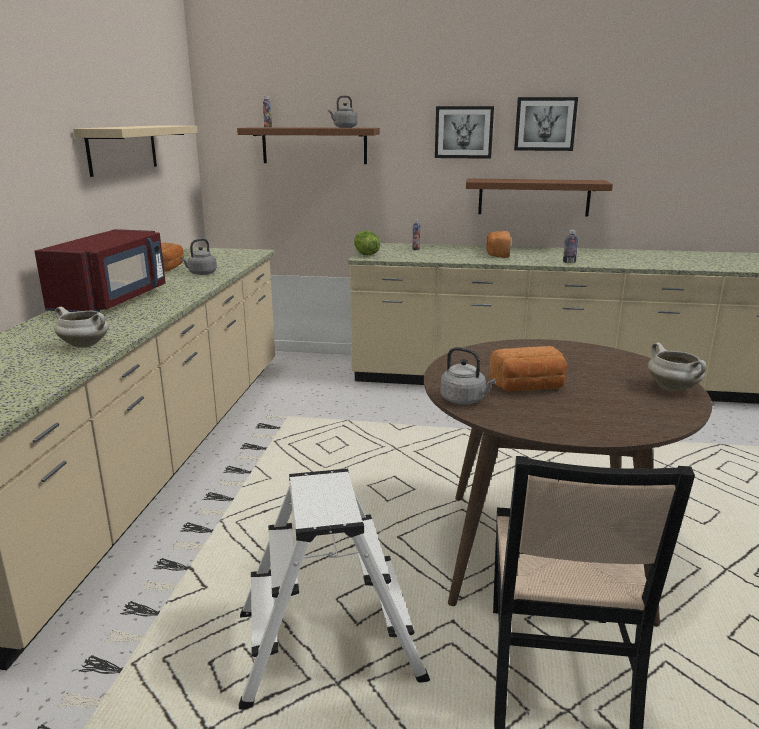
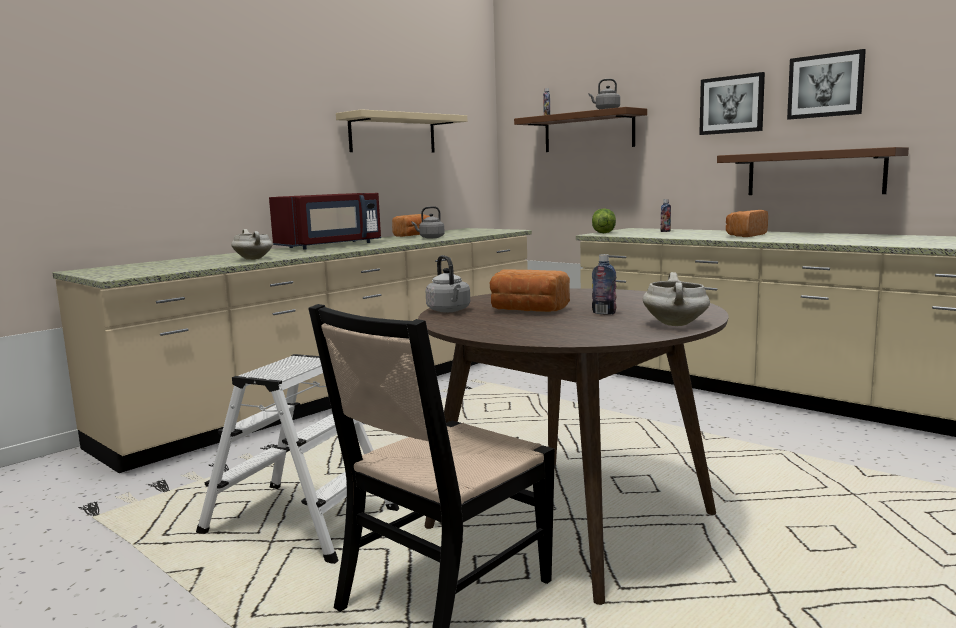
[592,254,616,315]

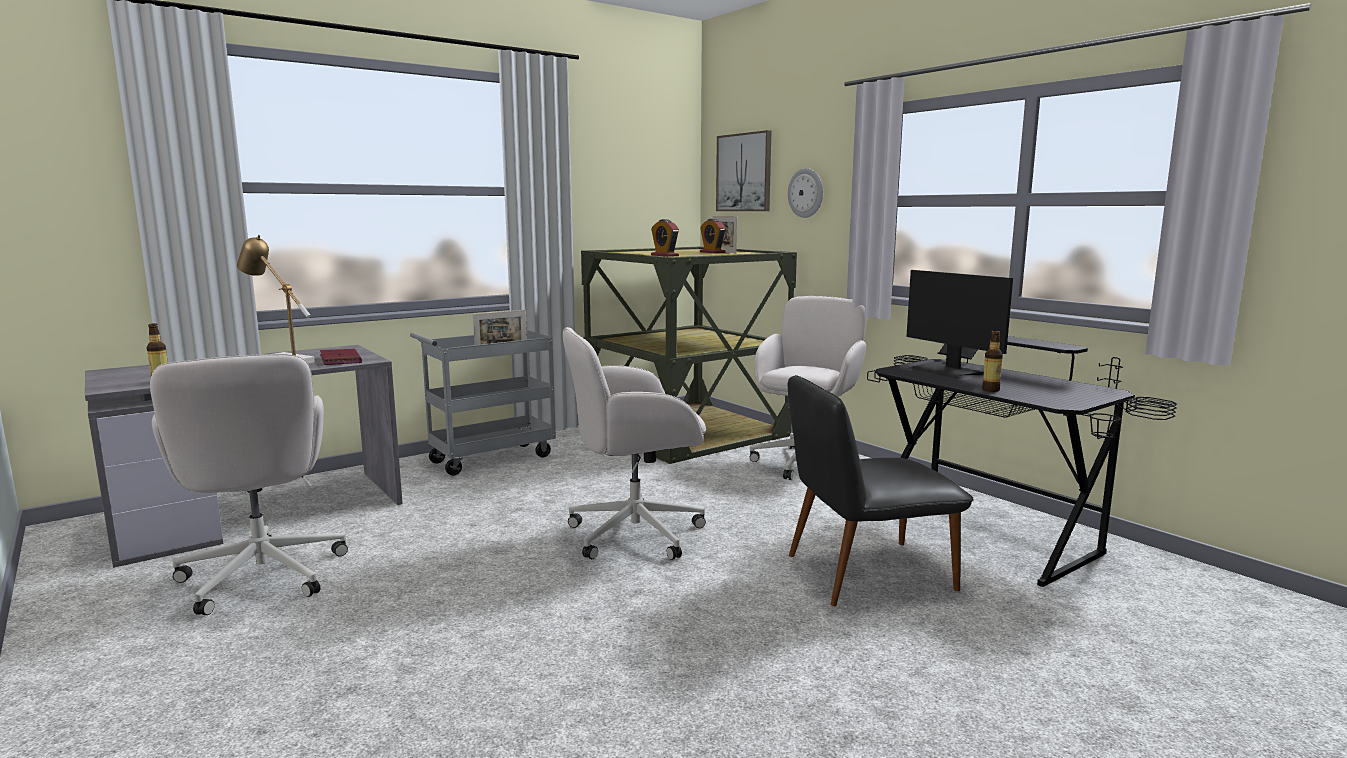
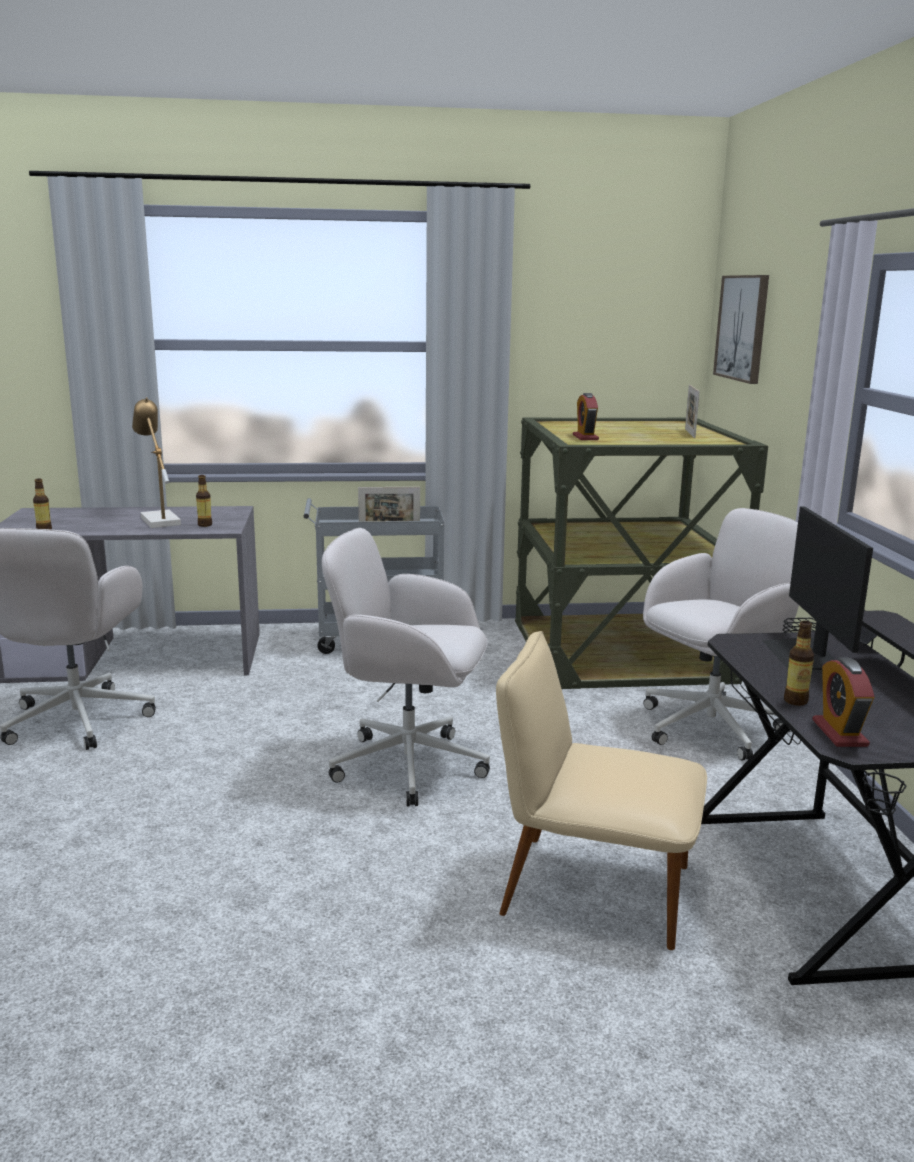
[788,168,823,218] (first image)
[812,658,874,747]
[196,475,212,527]
[496,631,707,950]

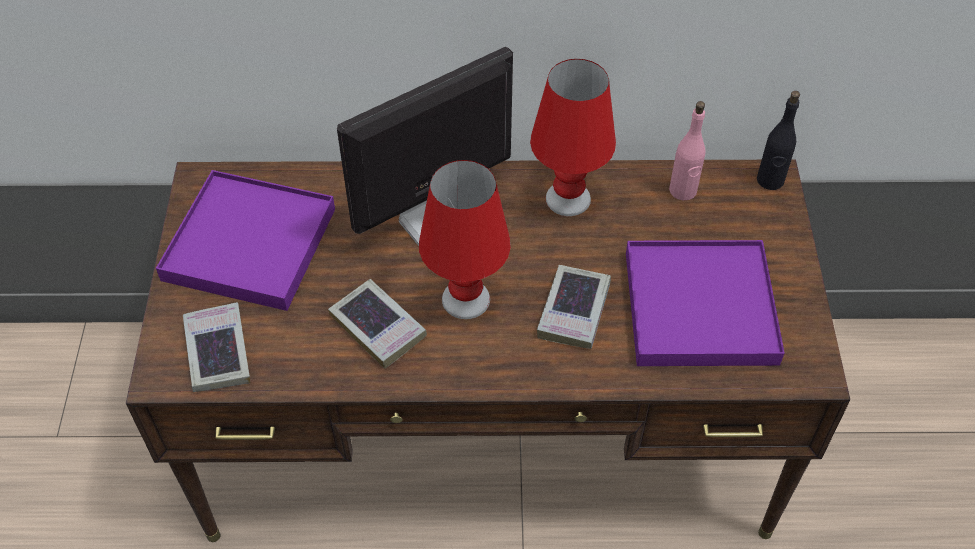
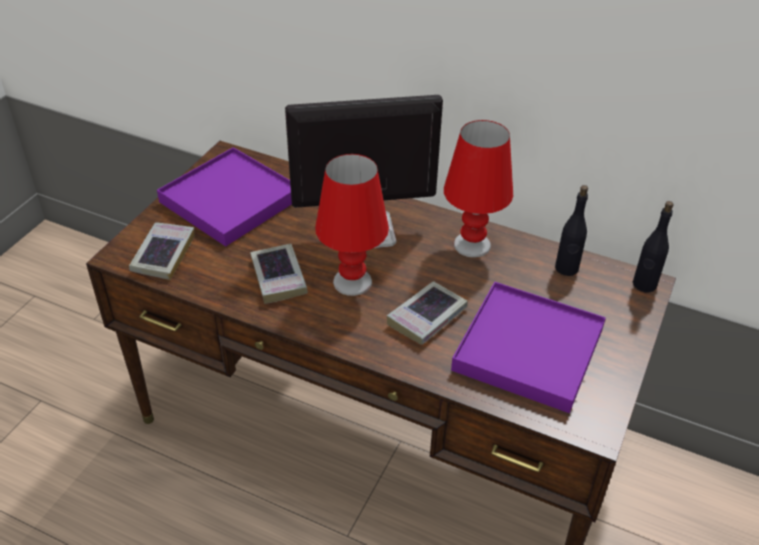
[555,185,588,276]

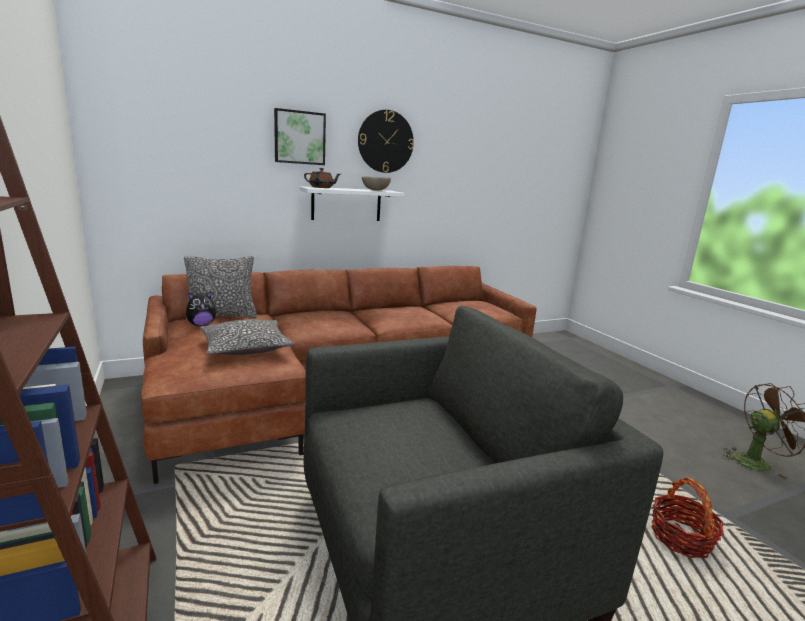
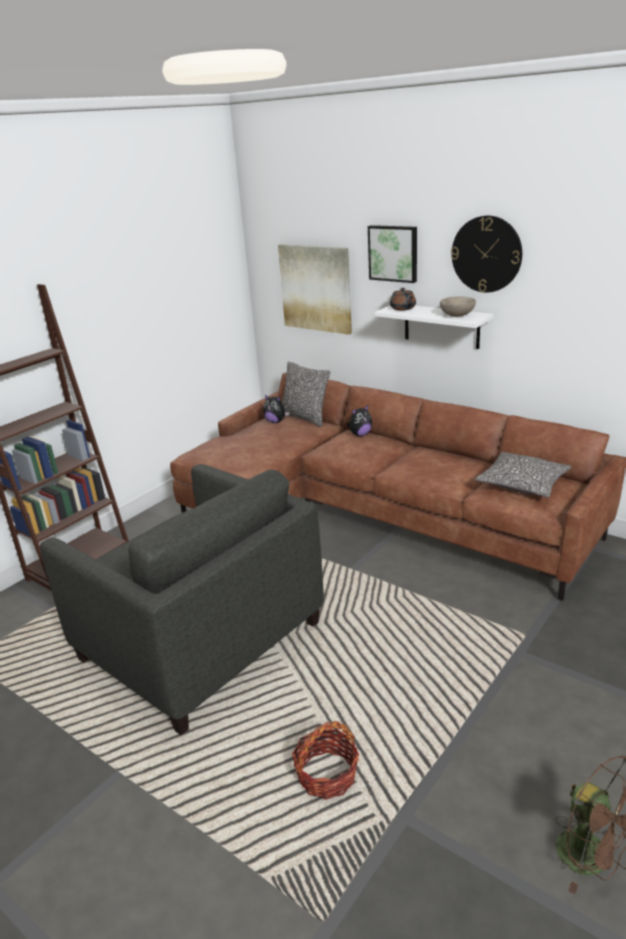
[475,452,572,498]
[278,244,352,335]
[347,405,372,436]

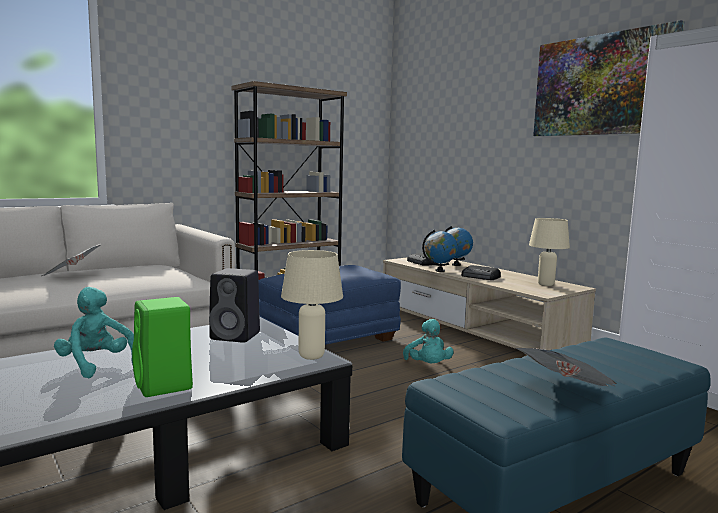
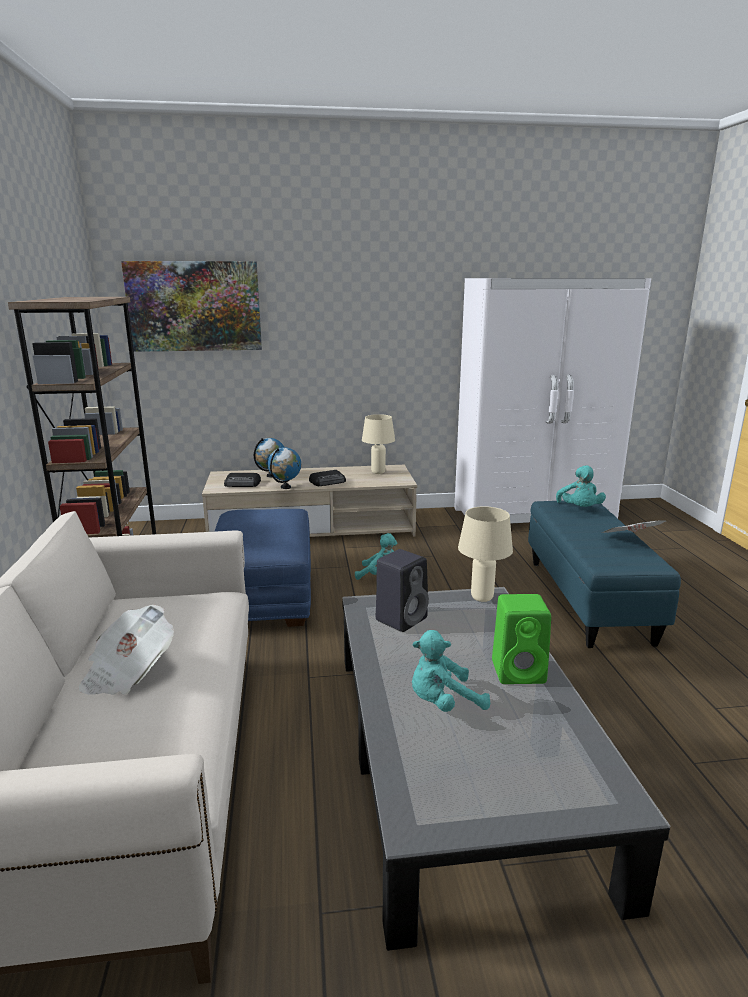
[121,261,262,352]
[556,466,606,507]

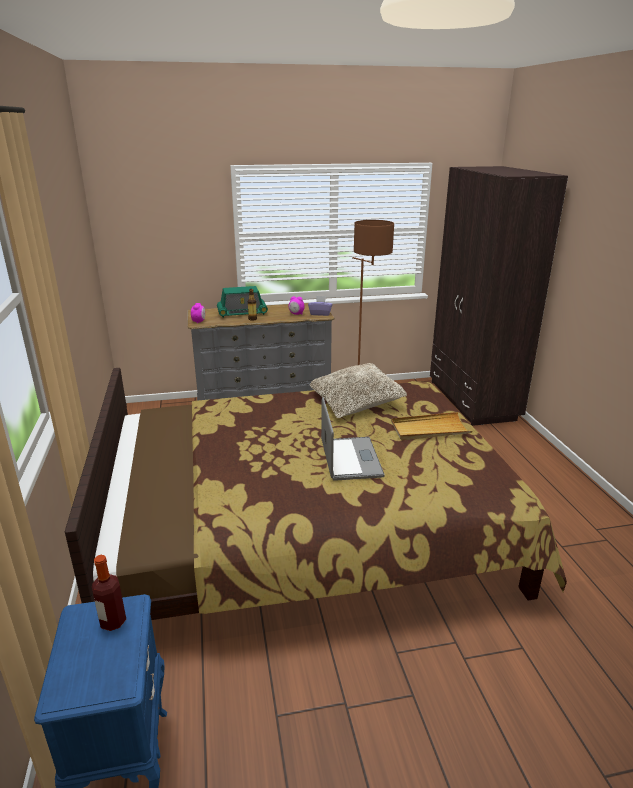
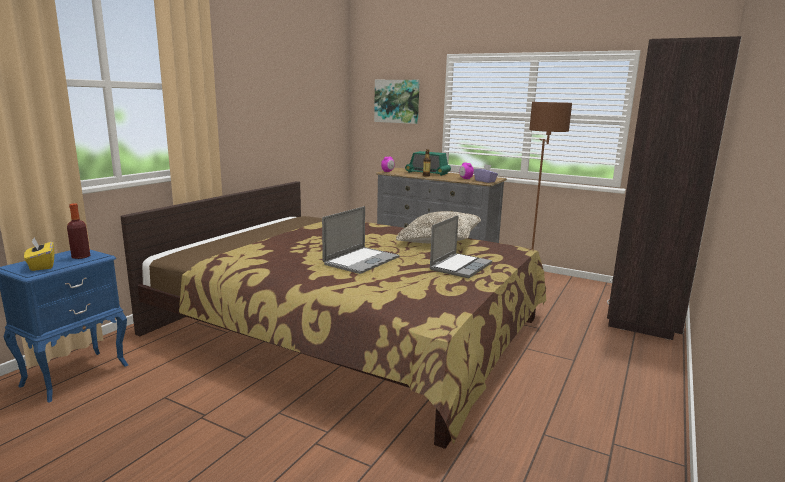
[429,215,492,279]
[374,80,420,124]
[24,238,54,271]

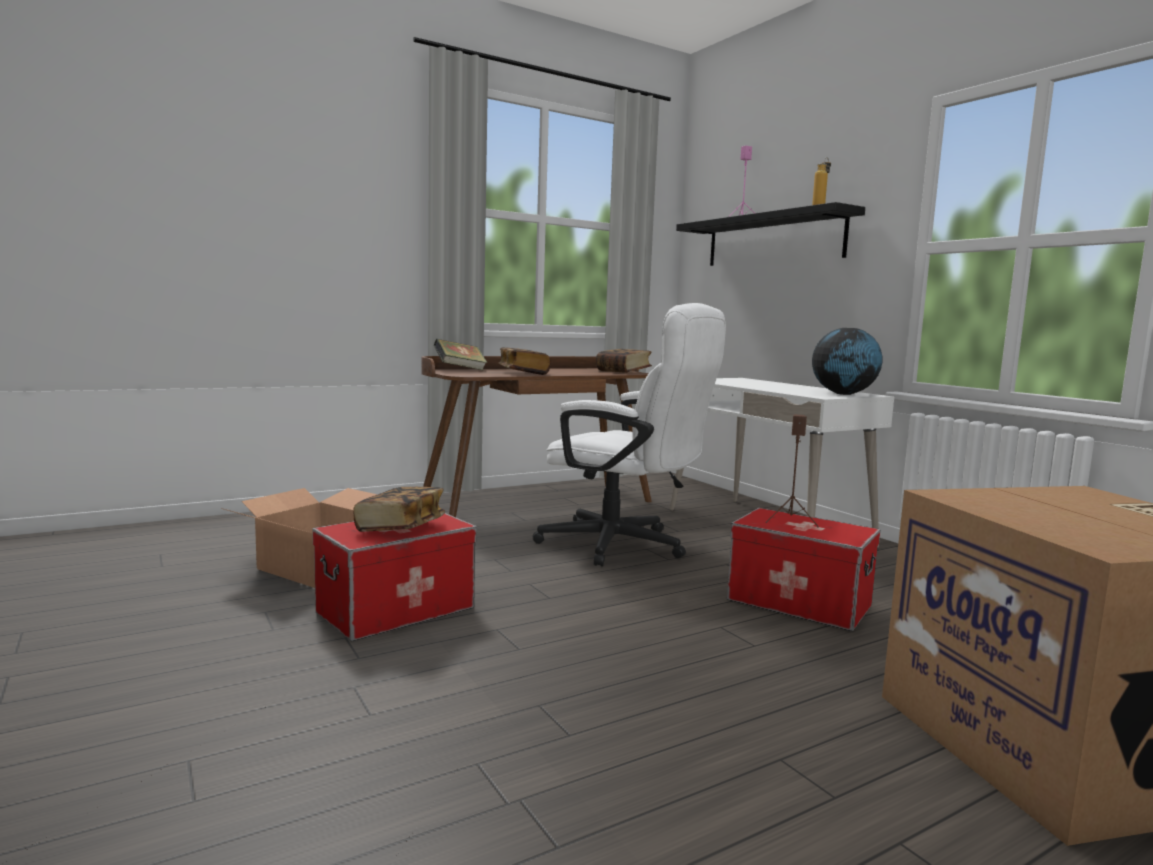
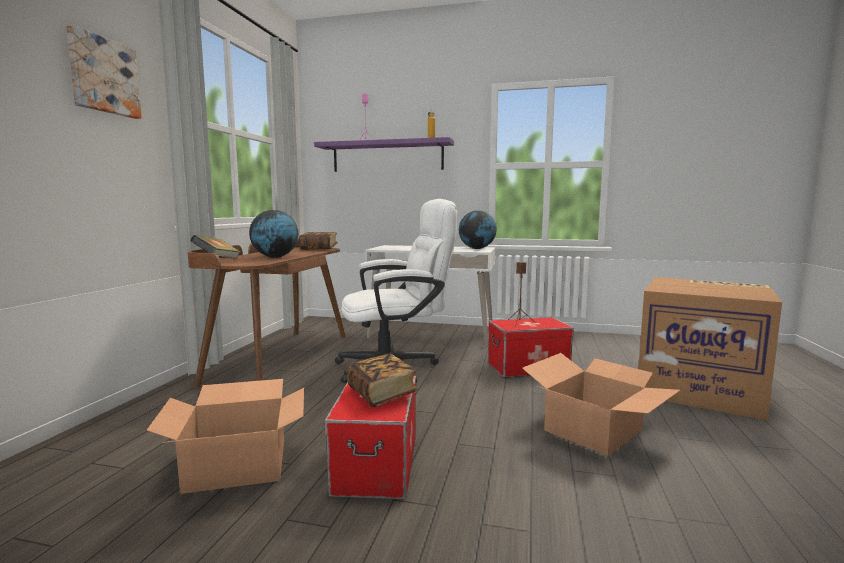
[314,137,454,172]
[249,210,298,258]
[66,25,142,119]
[522,353,680,456]

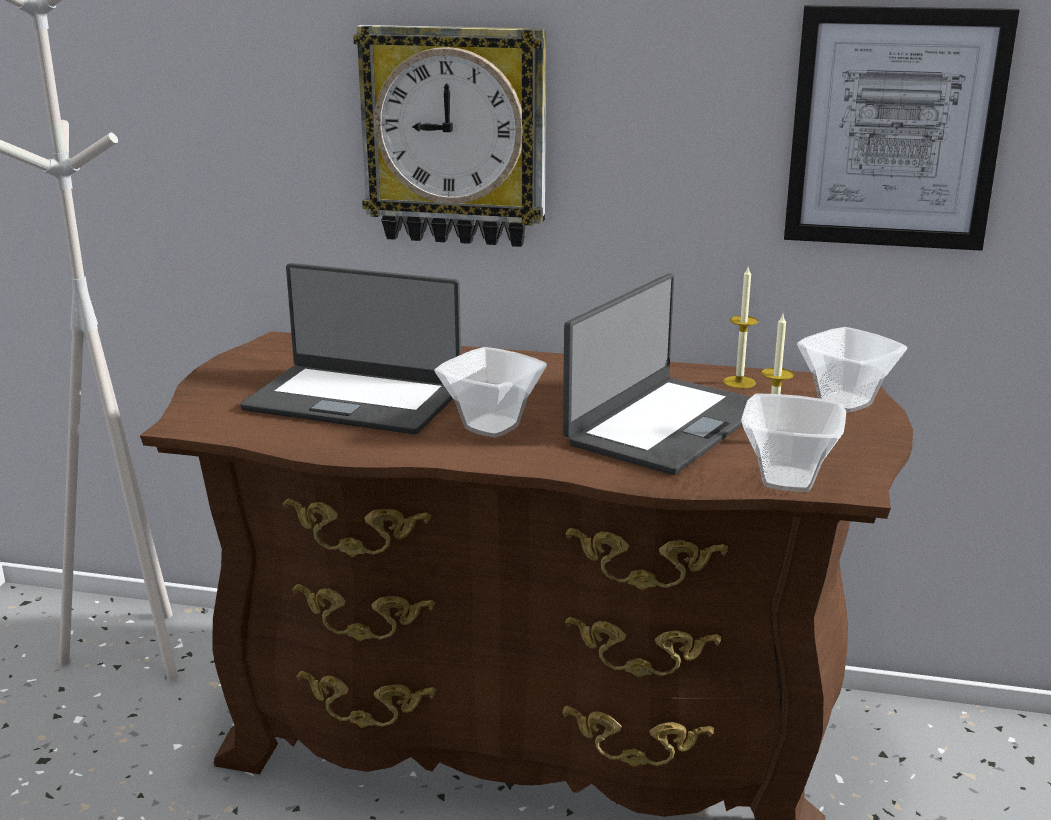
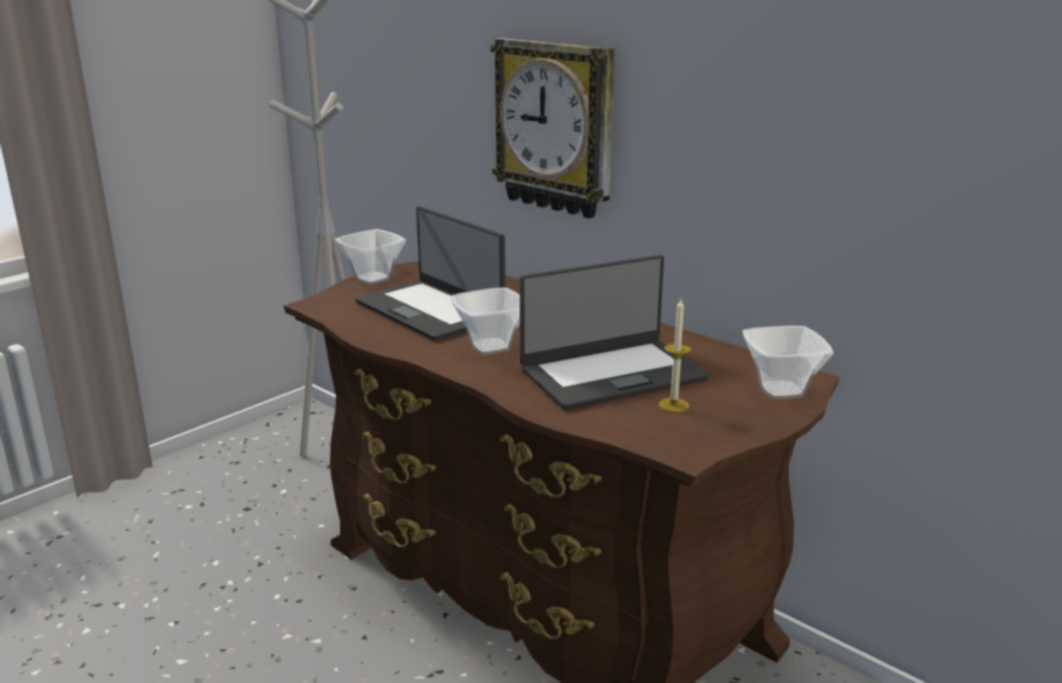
[784,5,1019,251] (first image)
[723,267,758,389] (first image)
[335,229,406,285]

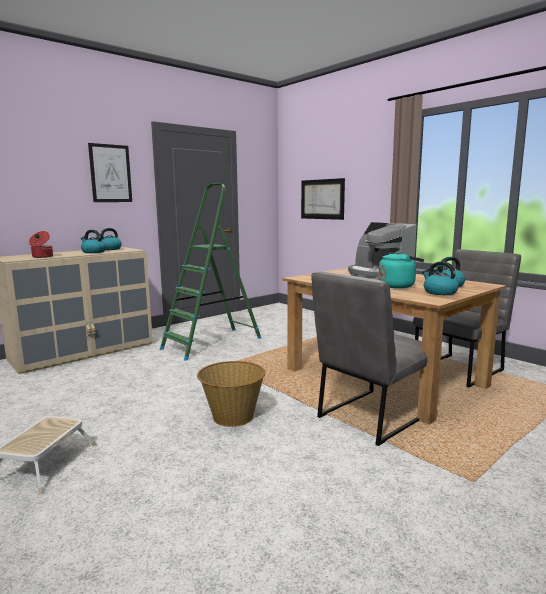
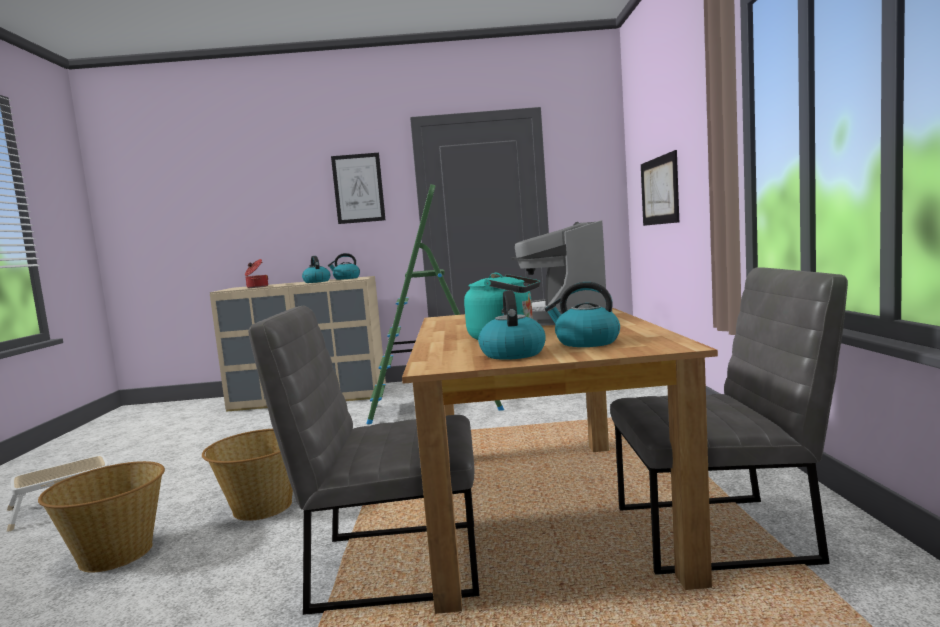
[38,461,165,572]

